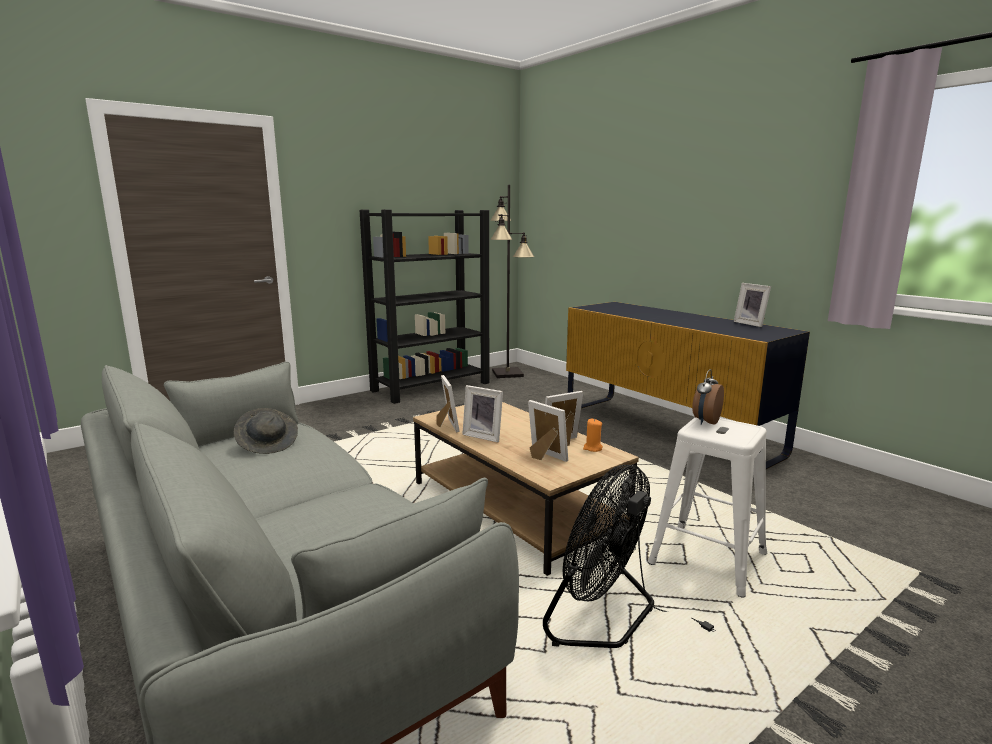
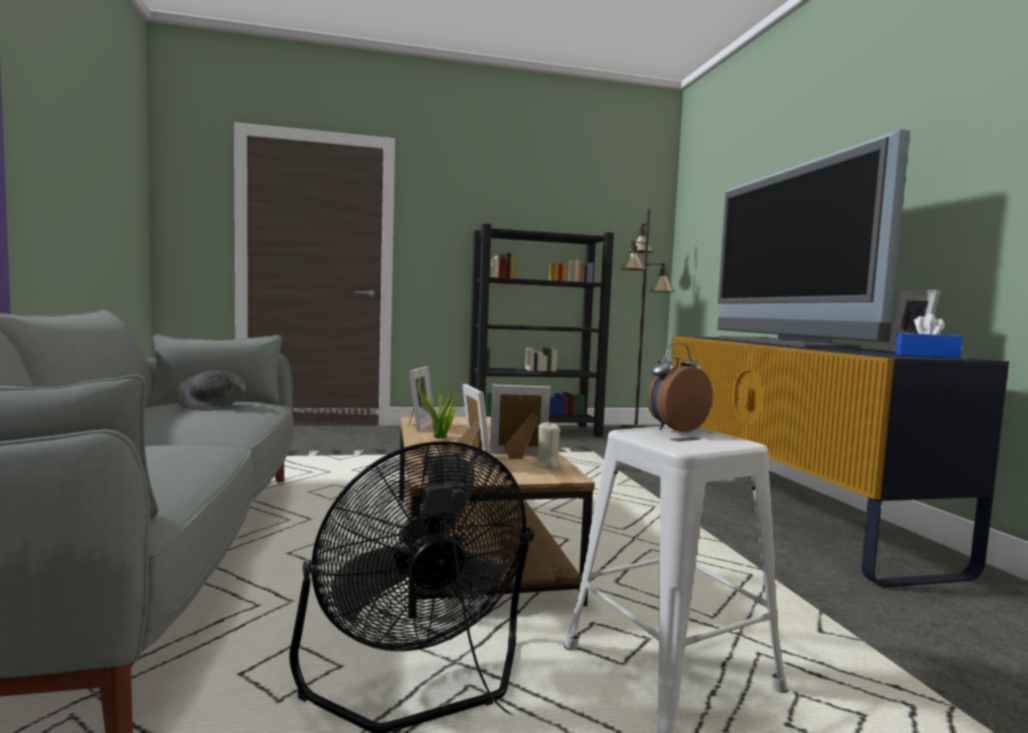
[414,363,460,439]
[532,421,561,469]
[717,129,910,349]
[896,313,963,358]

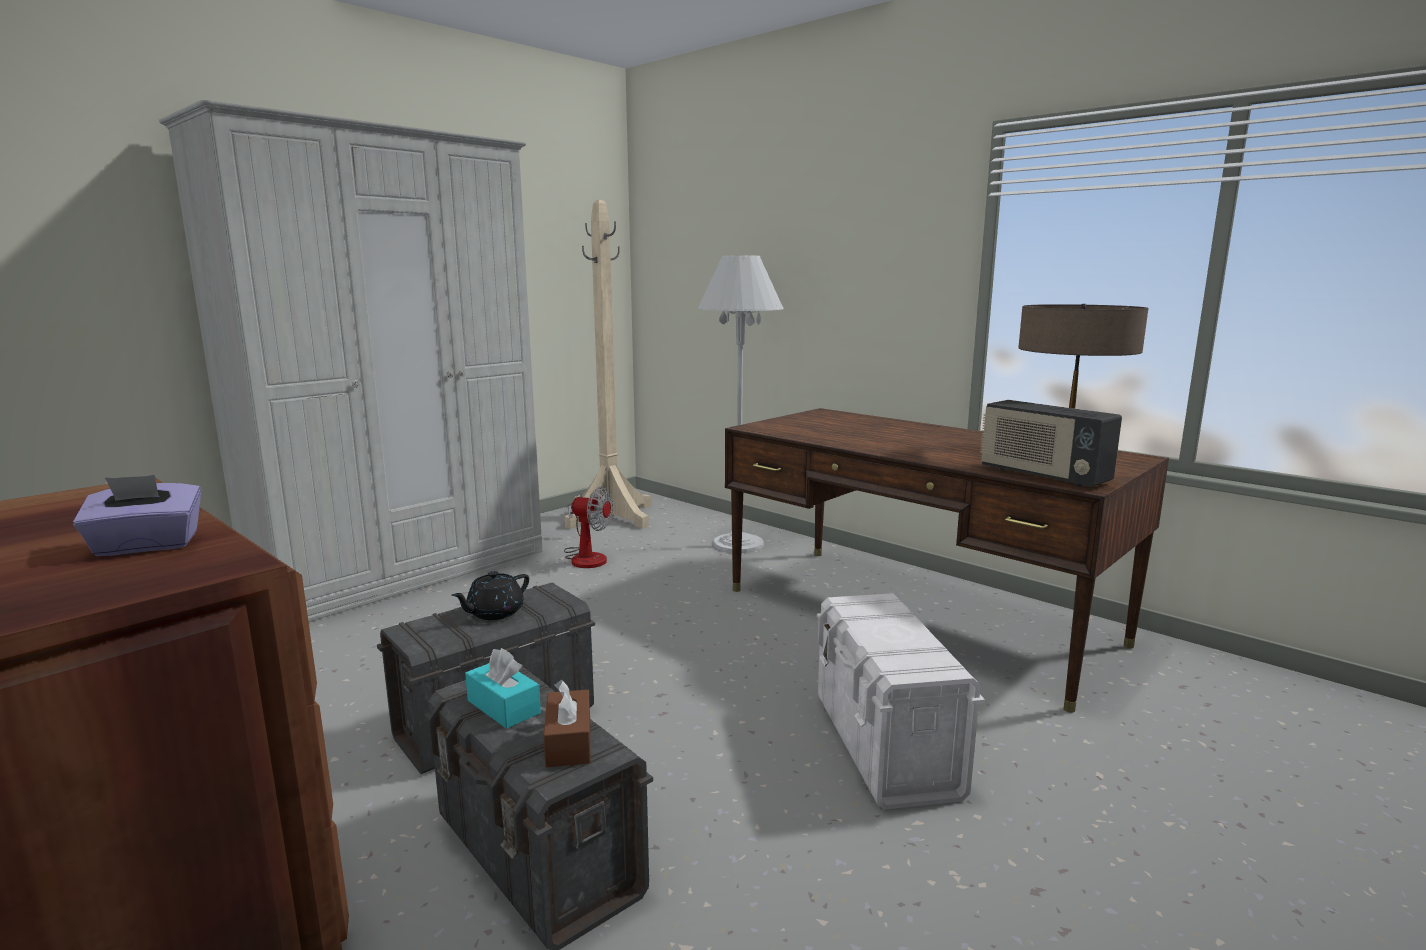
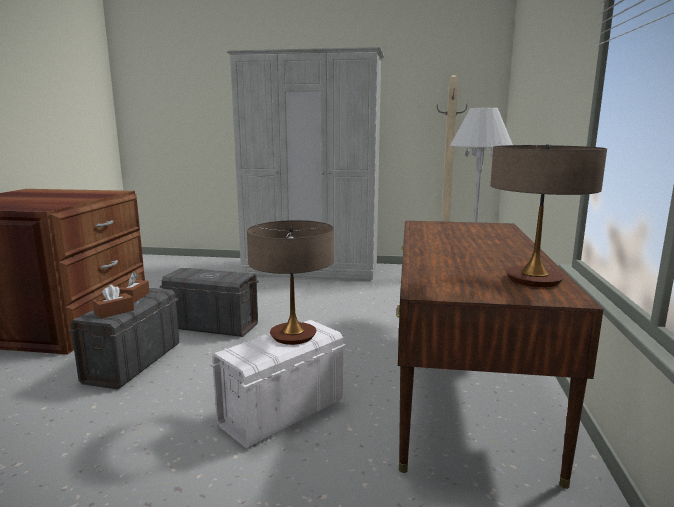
[980,400,1122,487] (first image)
[73,475,201,556] (first image)
[564,487,613,568] (first image)
[451,571,529,620] (first image)
[119,272,150,303]
[247,220,334,345]

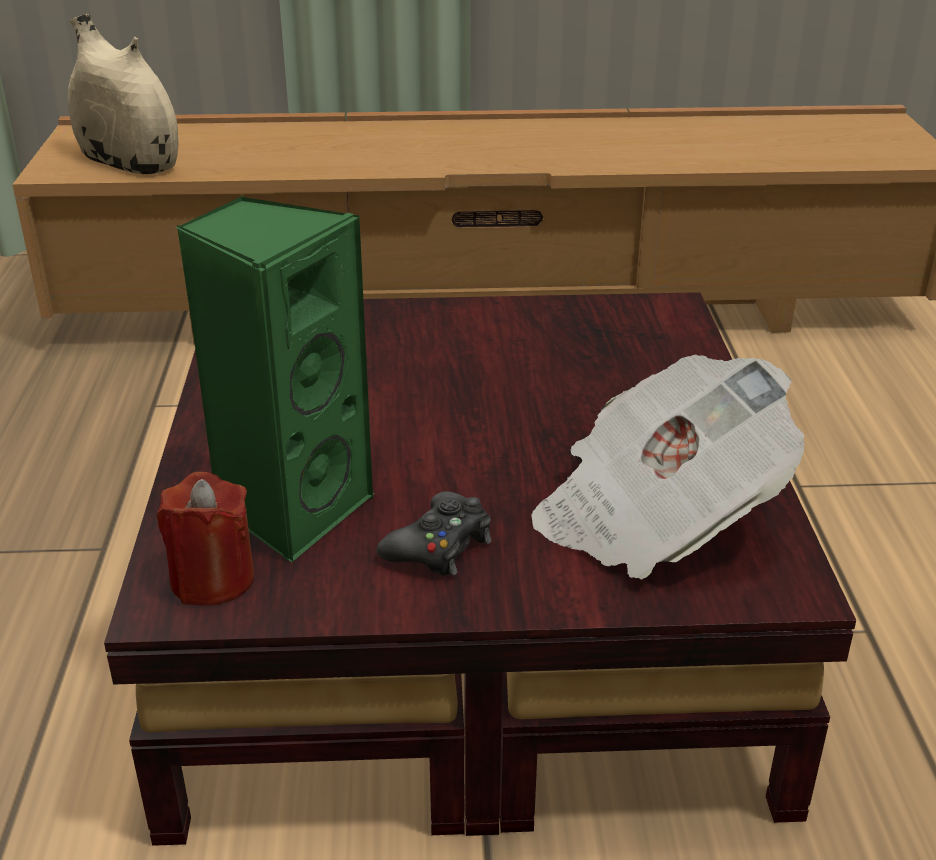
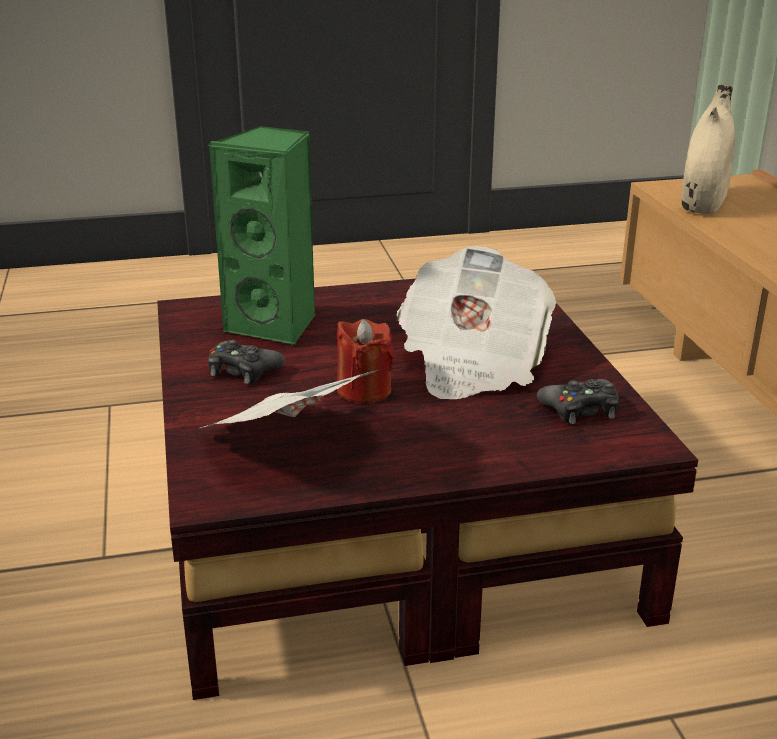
[337,319,394,403]
[397,246,556,399]
[537,379,619,424]

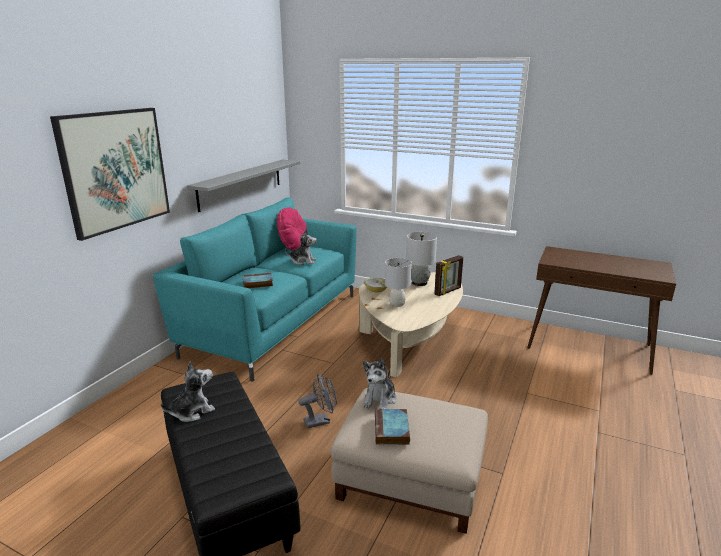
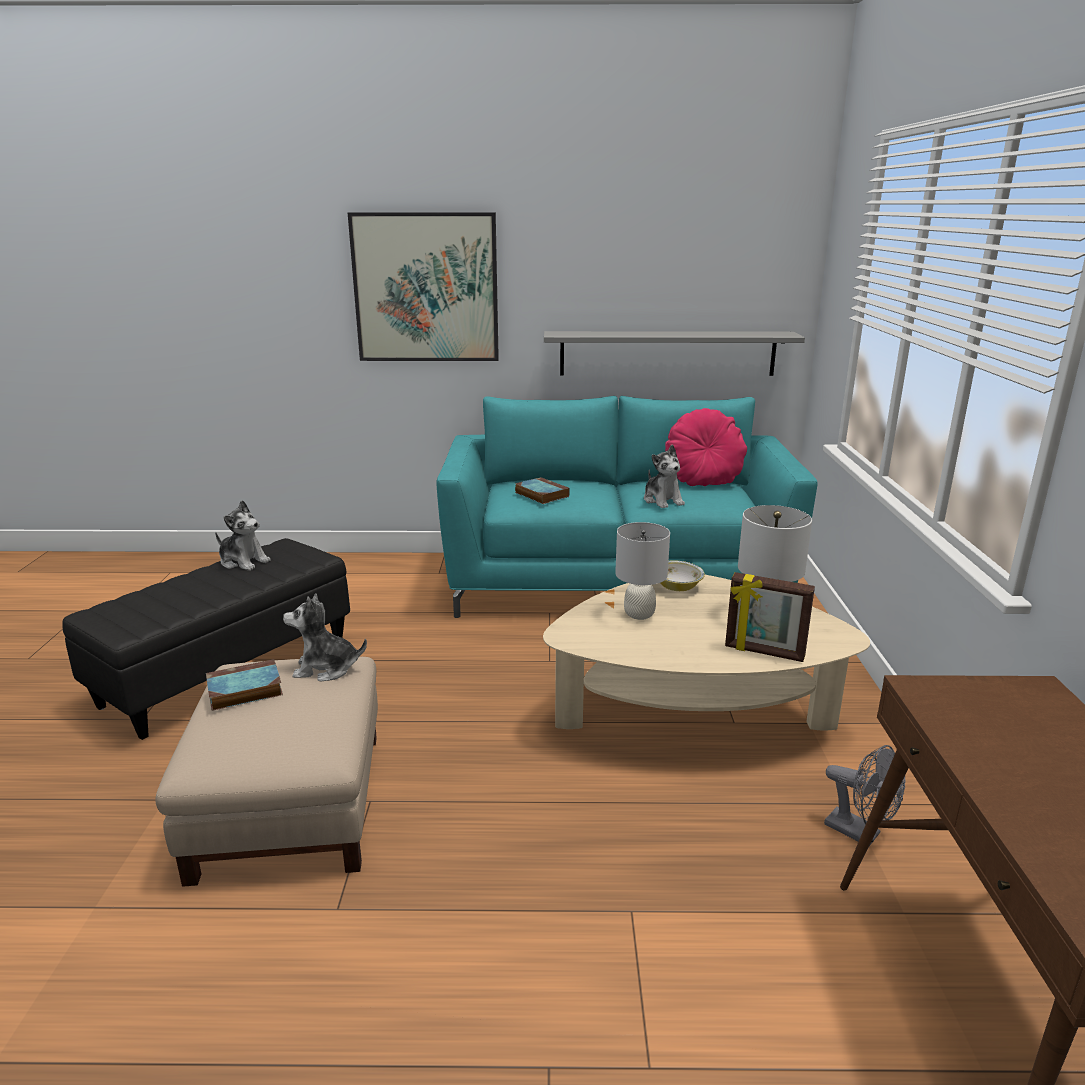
[824,745,905,846]

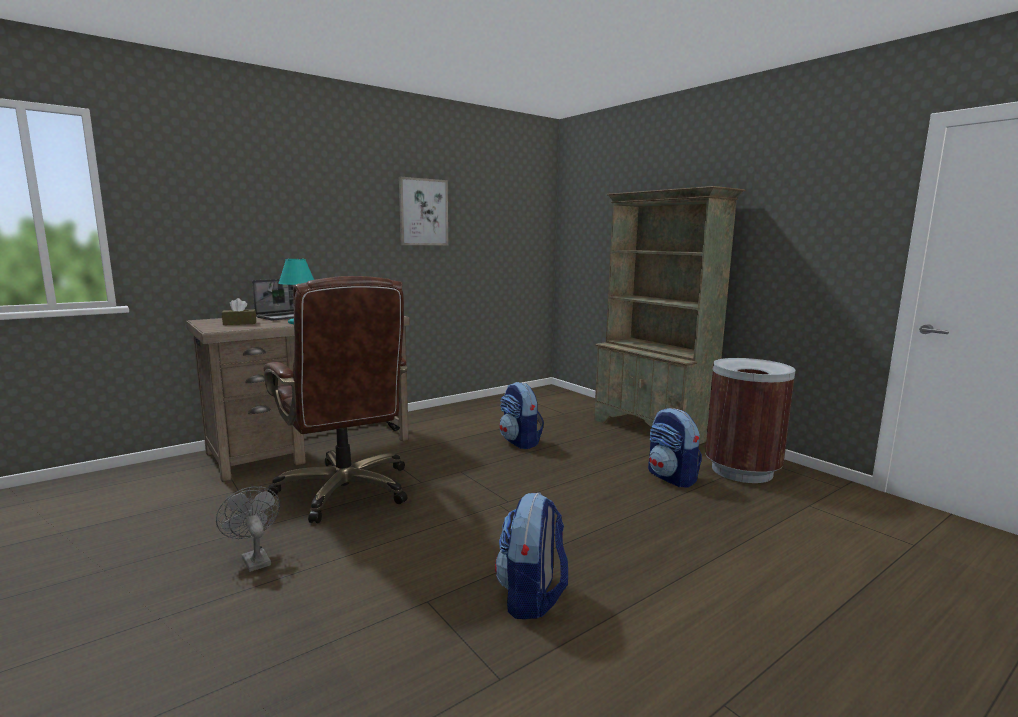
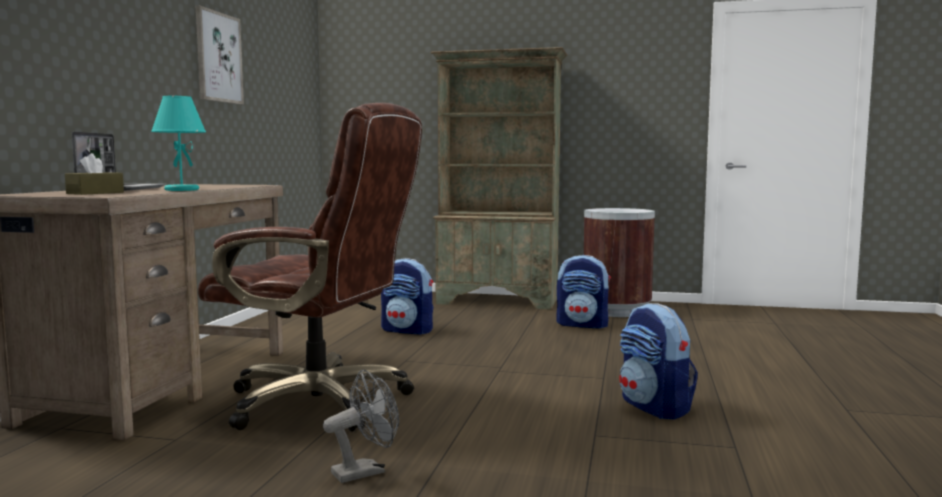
[323,370,399,483]

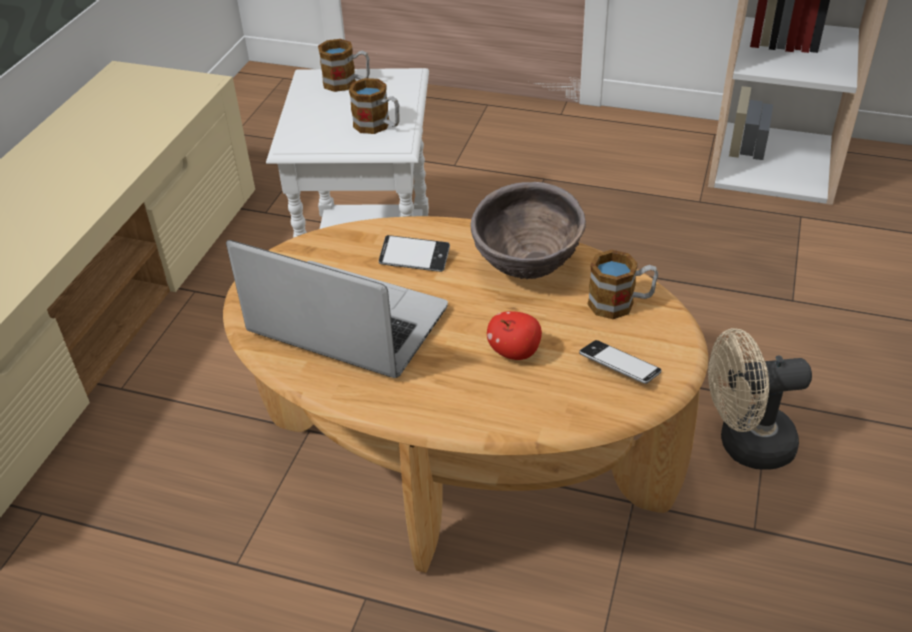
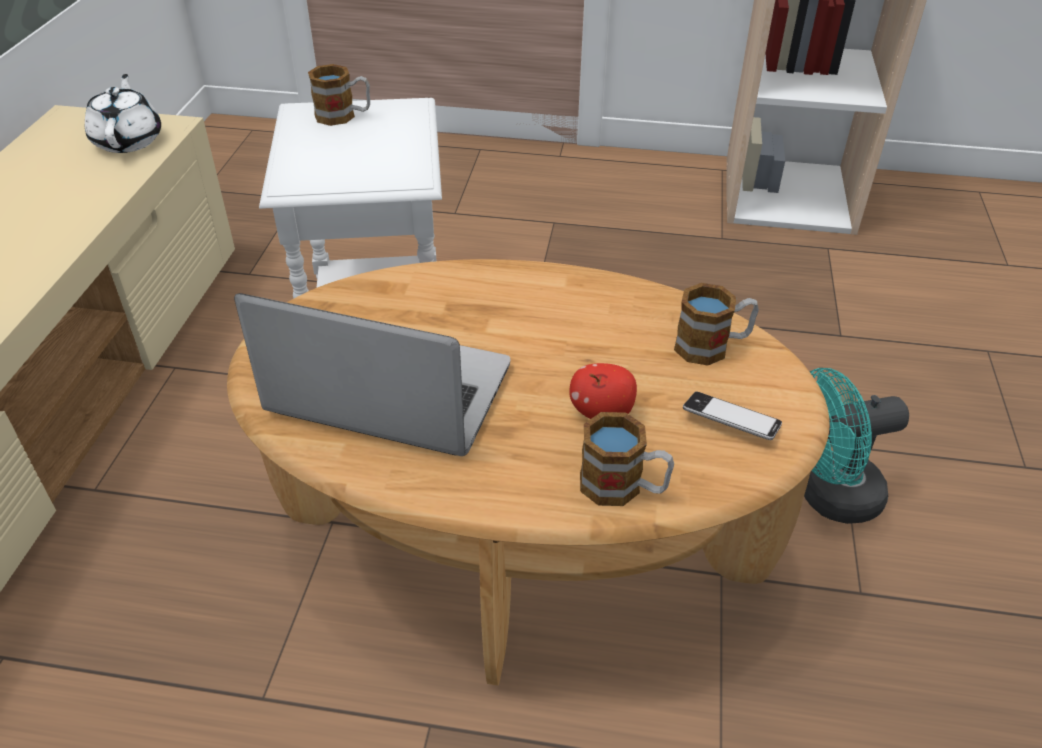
[580,412,674,506]
[470,182,586,279] (first image)
[379,235,450,272] (first image)
[804,368,909,524]
[85,74,161,153]

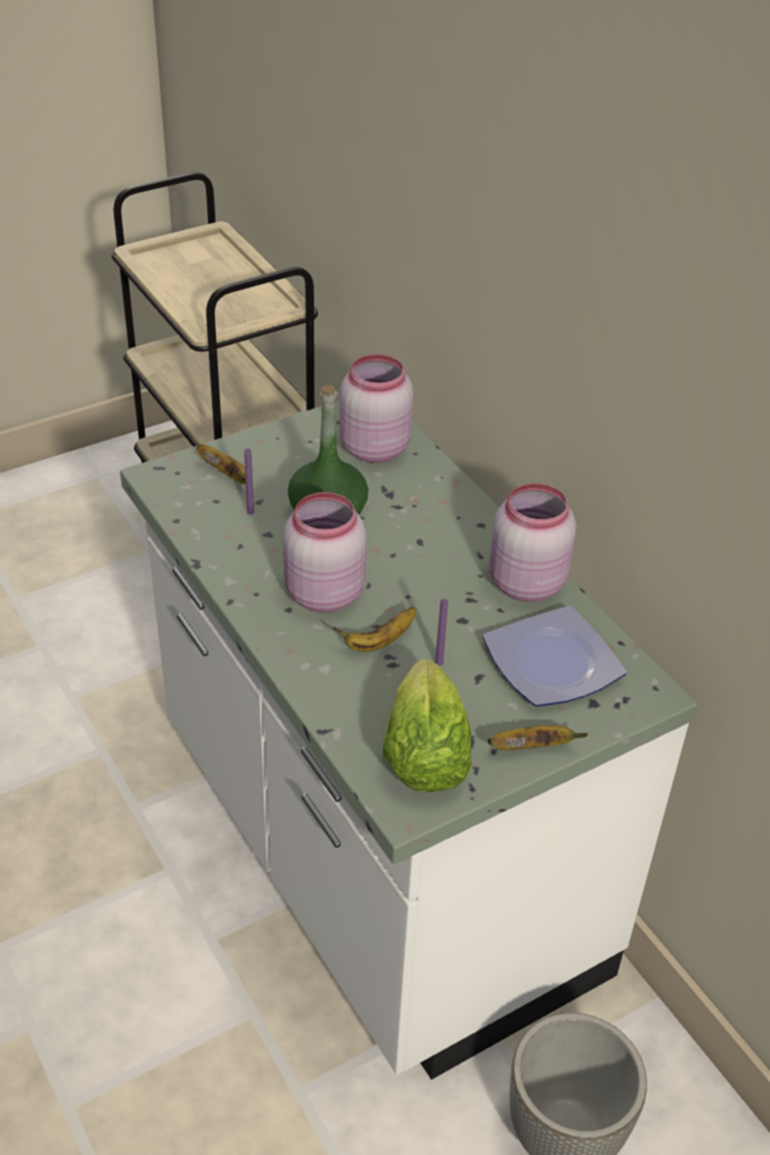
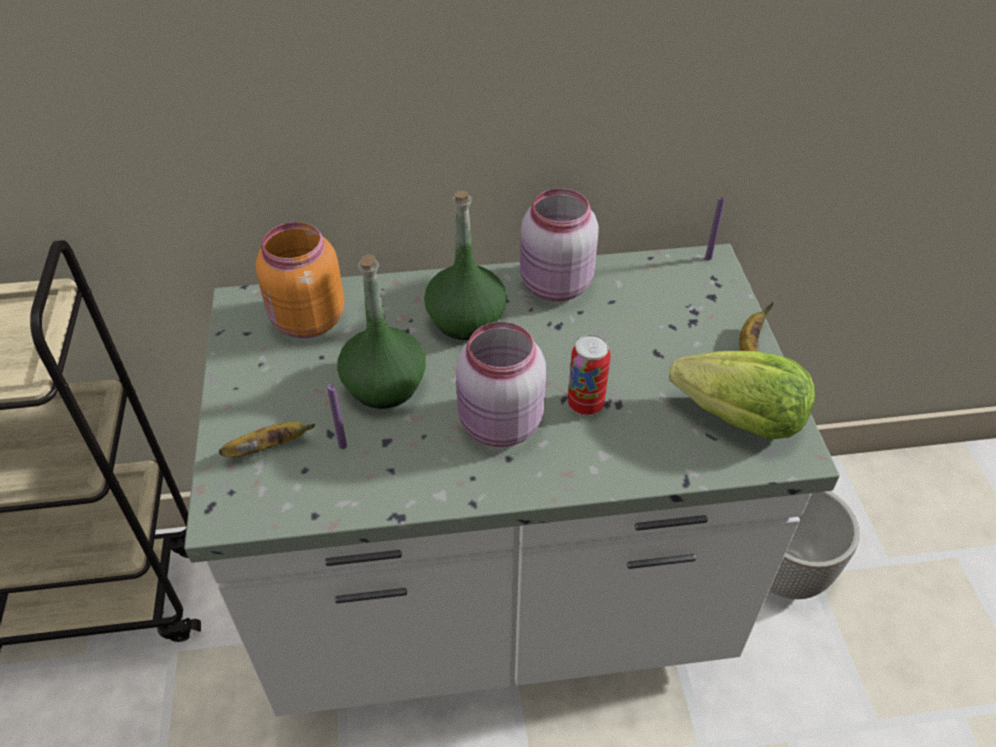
[256,222,344,338]
[705,197,725,260]
[483,605,627,707] (first image)
[568,335,611,415]
[424,191,507,340]

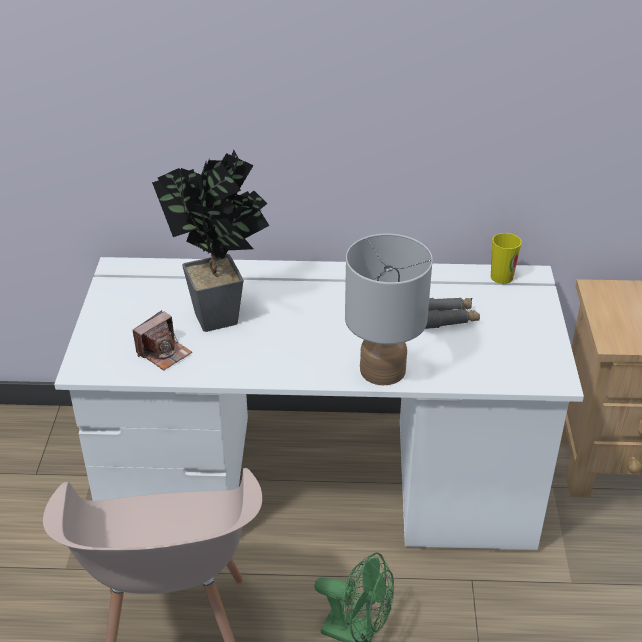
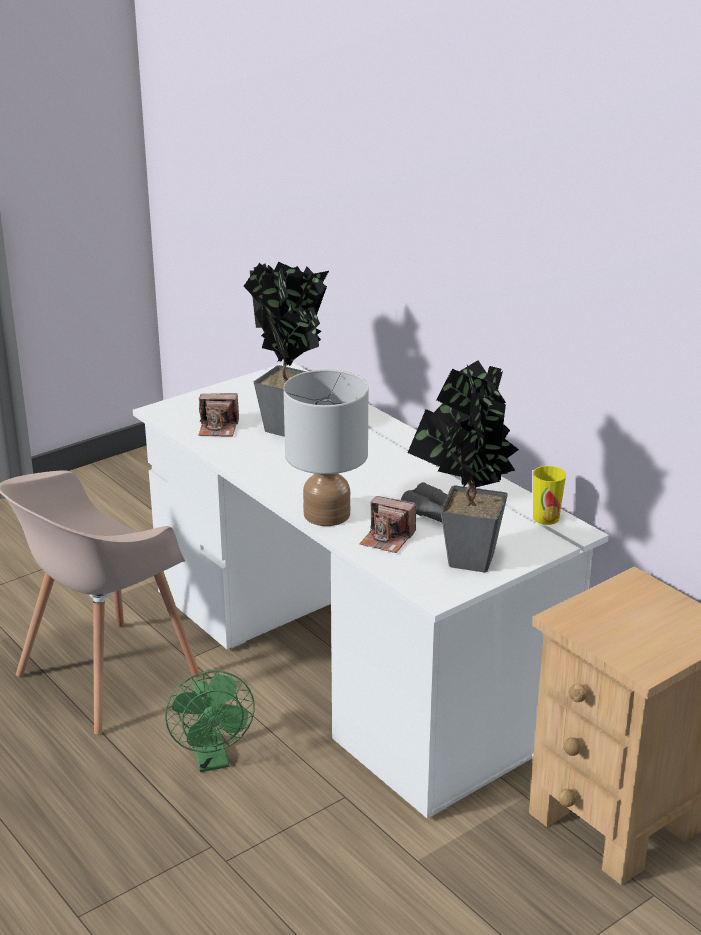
[408,360,519,573]
[359,496,416,553]

